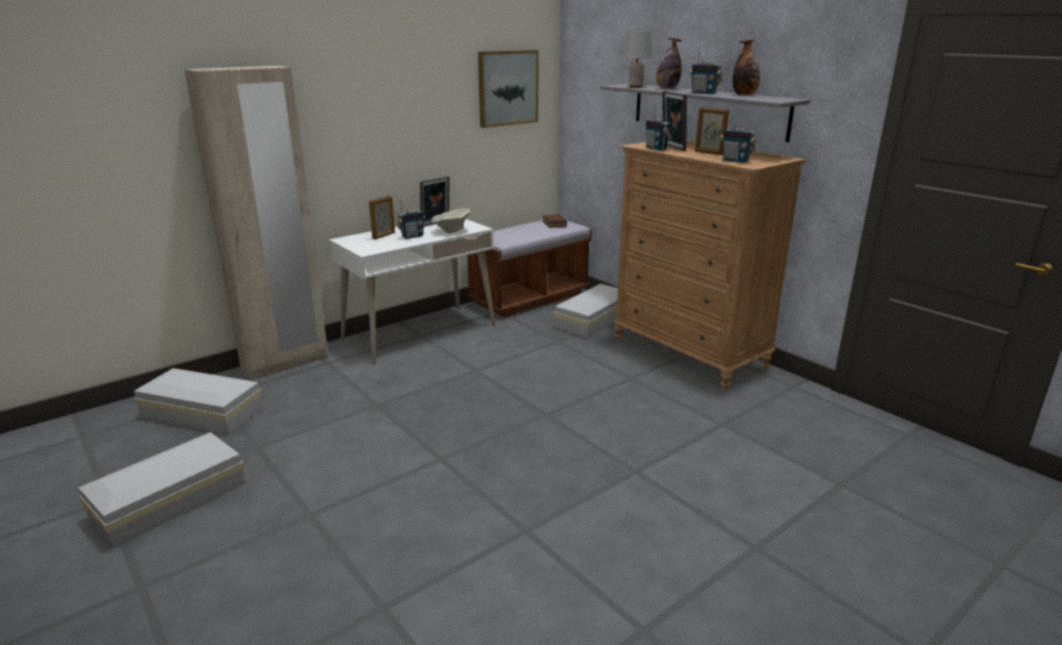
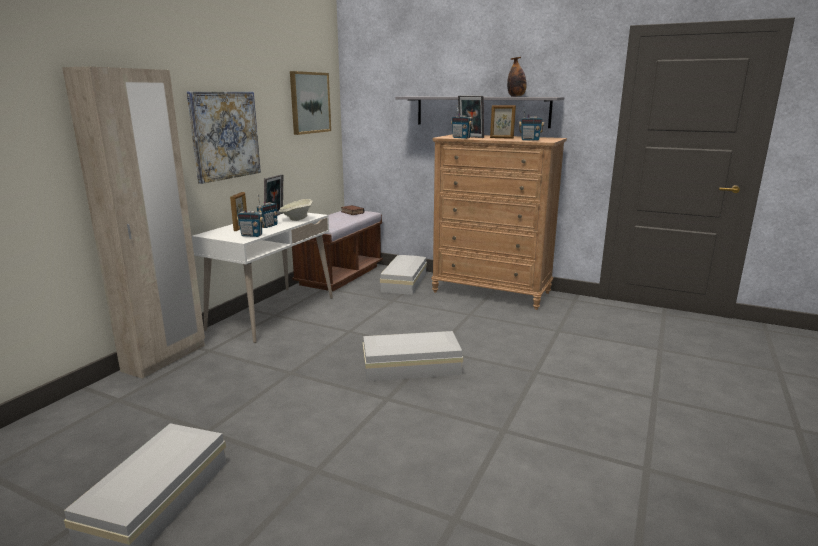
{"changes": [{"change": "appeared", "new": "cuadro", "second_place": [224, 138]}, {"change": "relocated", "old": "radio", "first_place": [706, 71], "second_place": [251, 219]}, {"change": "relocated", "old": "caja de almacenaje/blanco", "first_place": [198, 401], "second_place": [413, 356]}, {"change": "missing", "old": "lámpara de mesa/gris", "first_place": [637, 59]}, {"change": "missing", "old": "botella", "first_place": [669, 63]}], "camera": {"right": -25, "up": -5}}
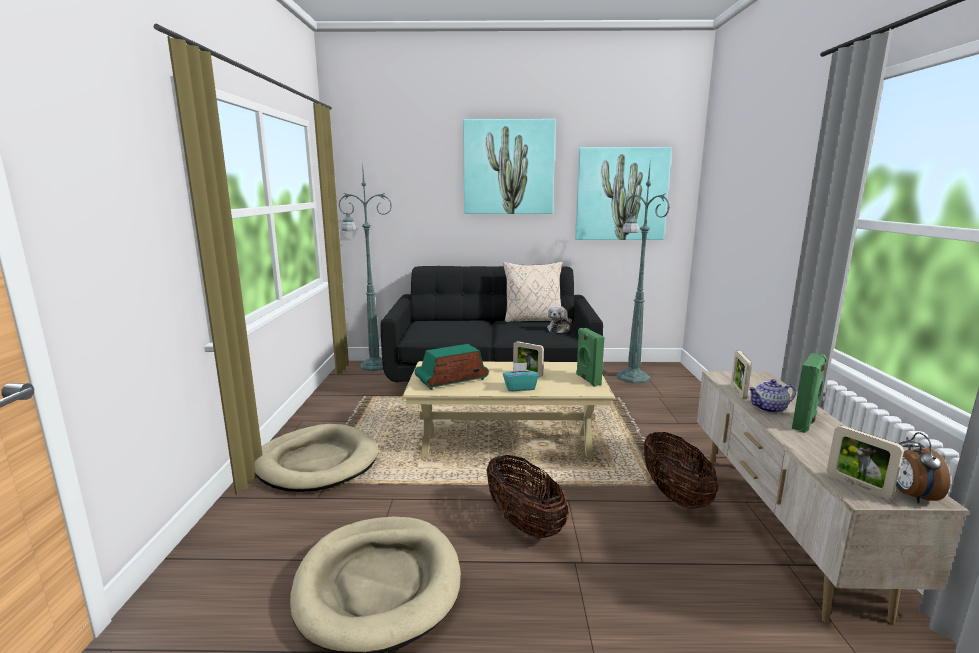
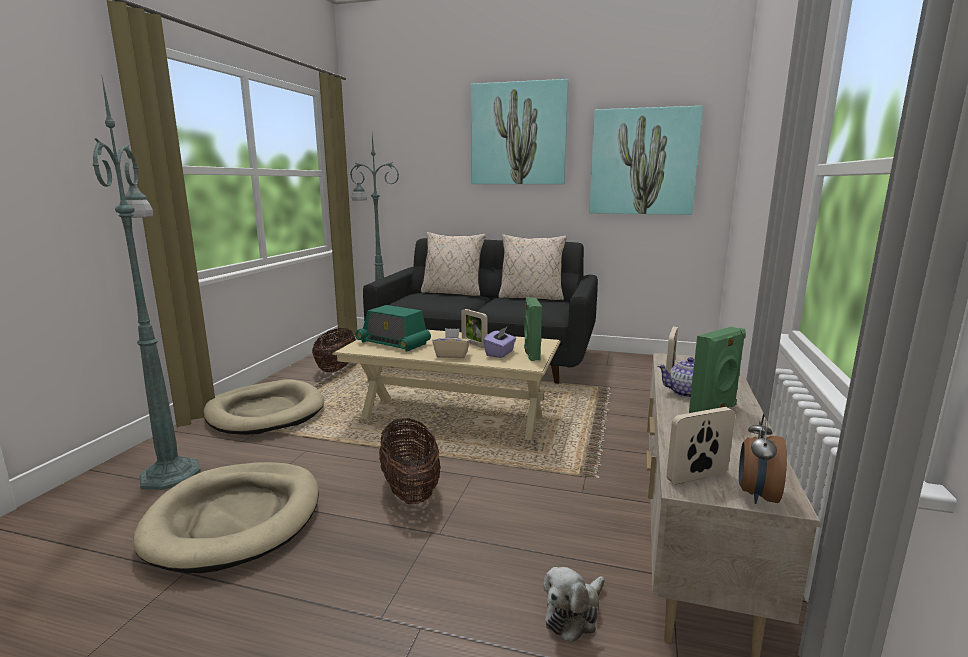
{"changes": [{"change": "relocated", "old": "lámpara de pie/verde", "first_place": [643, 275], "second_place": [147, 281]}, {"change": "relocated", "old": "cesta", "first_place": [681, 470], "second_place": [334, 350]}, {"change": "spun", "old": "radio", "first_place": [452, 367], "second_place": [393, 328], "degrees": -135}, {"change": "appeared", "new": "cojín/beis", "second_place": [453, 264]}, {"change": "colour", "old": "caja de pañuelos/turquesa", "new": "caja de pañuelos/beis", "first_place": [521, 376], "second_place": [451, 343]}, {"change": "appeared", "new": "caja de pañuelos/morado", "second_place": [499, 342]}, {"change": "relocated", "old": "peluche", "first_place": [559, 320], "second_place": [574, 605]}, {"change": "spun", "old": "portarretratos", "first_place": [865, 462], "second_place": [701, 445], "degrees": 90}], "camera": {"right": 15, "up": 0}}
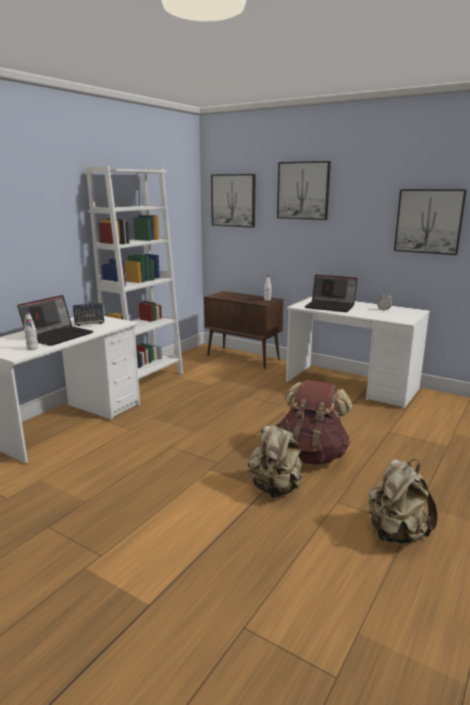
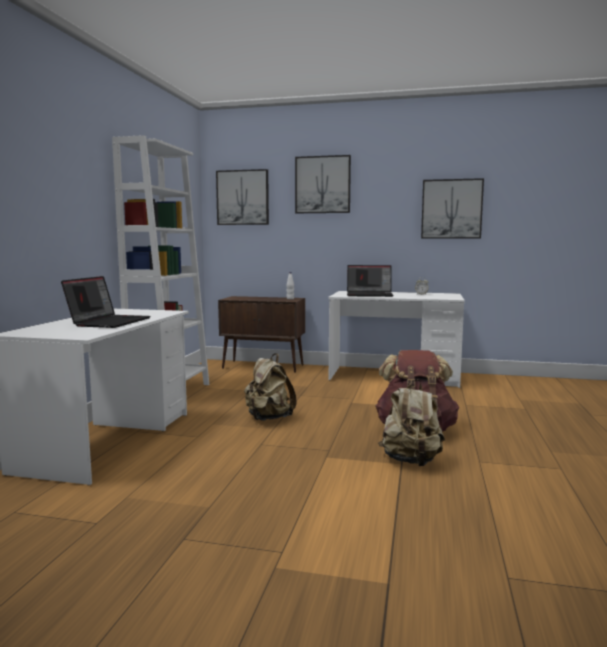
{"changes": [{"change": "relocated", "old": "mochila/beis", "first_place": [402, 501], "second_place": [270, 387]}, {"change": "missing", "old": "botella/blanco", "first_place": [31, 331]}, {"change": "missing", "old": "altavoz", "first_place": [88, 314]}], "camera": {"right": -20, "up": -10}}
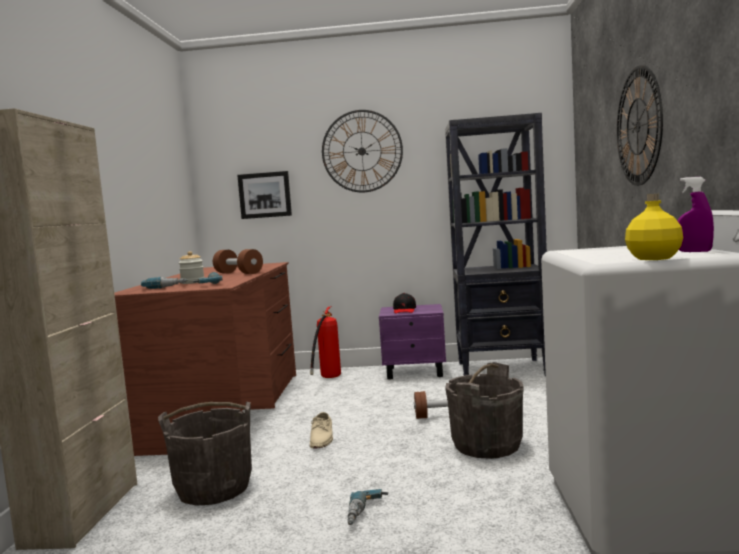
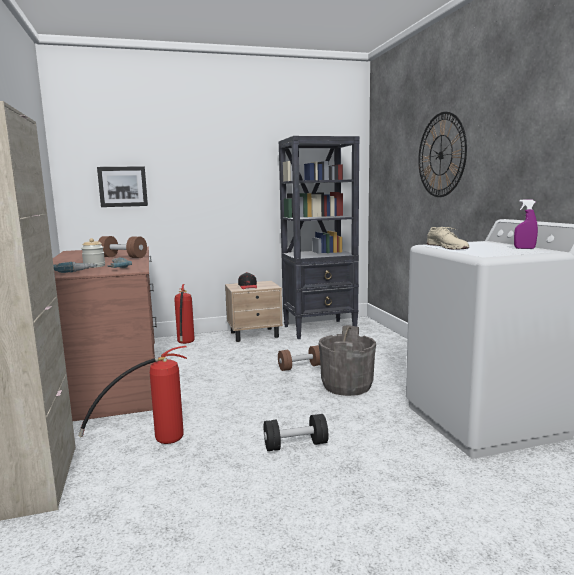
{"changes": [{"change": "exchanged", "old": "cubo/gris", "new": "extintor", "first_place": [205, 454], "second_place": [132, 395]}, {"change": "colour", "old": "mesita de noche/morado", "new": "mesita de noche/beis", "first_place": [412, 342], "second_place": [254, 311]}, {"change": "exchanged", "old": "taladro", "new": "mancuerna/negro", "first_place": [368, 507], "second_place": [296, 432]}, {"change": "relocated", "old": "zapato/beis", "first_place": [321, 430], "second_place": [448, 238]}, {"change": "missing", "old": "reloj de pared", "first_place": [362, 151]}, {"change": "missing", "old": "botella/amarillo", "first_place": [654, 227]}], "camera": {"right": -20, "up": 5}}
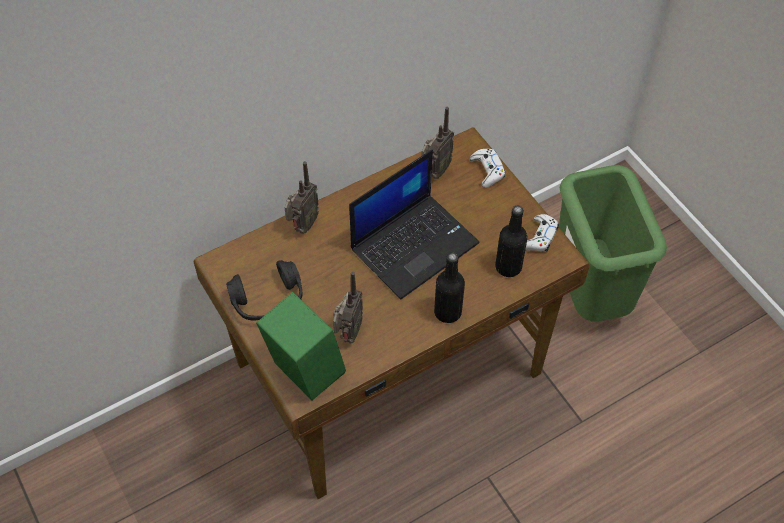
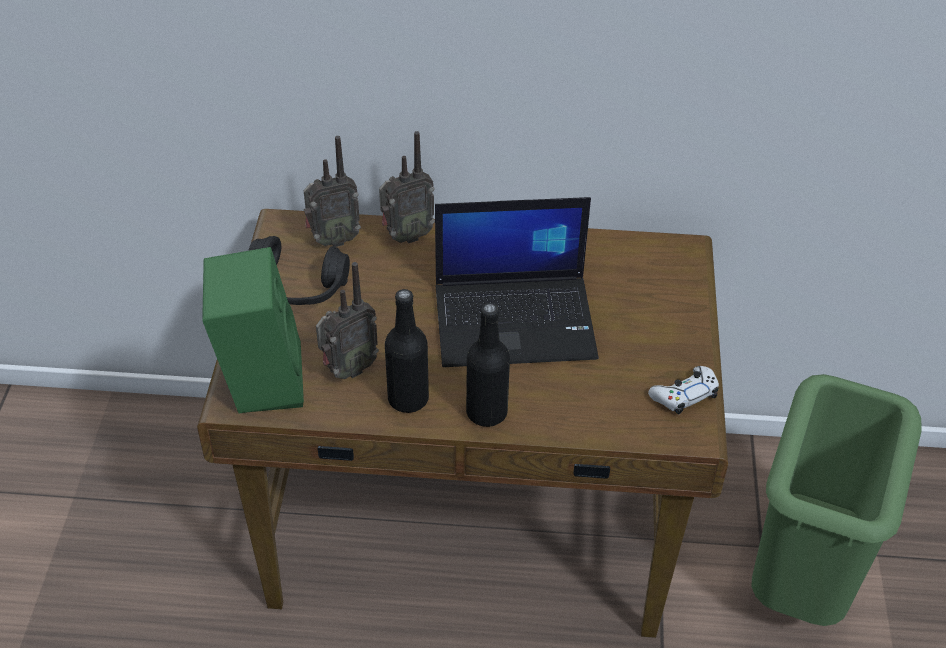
{"changes": [{"change": "relocated", "old": "radio", "first_place": [438, 143], "second_place": [332, 191]}, {"change": "relocated", "old": "botella/negro", "first_place": [511, 241], "second_place": [407, 351]}, {"change": "missing", "old": "mando de consola/blanco", "first_place": [488, 168]}], "camera": {"right": 35, "up": -10}}
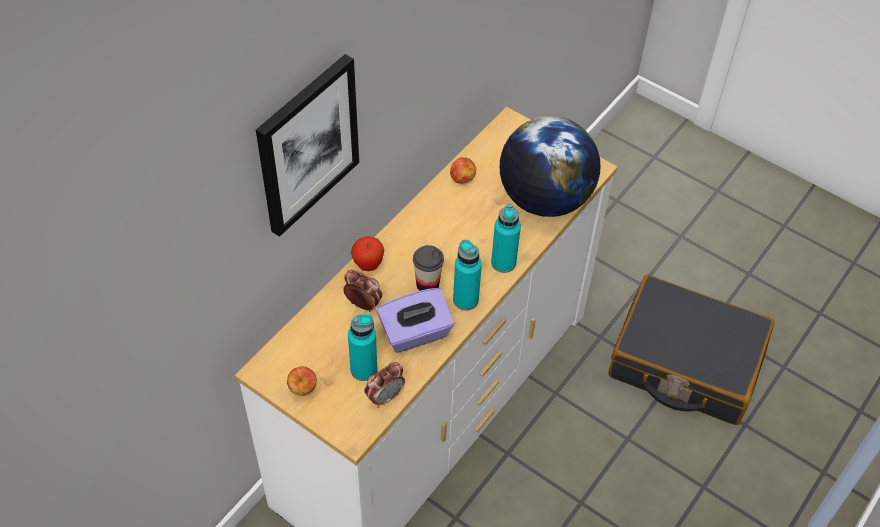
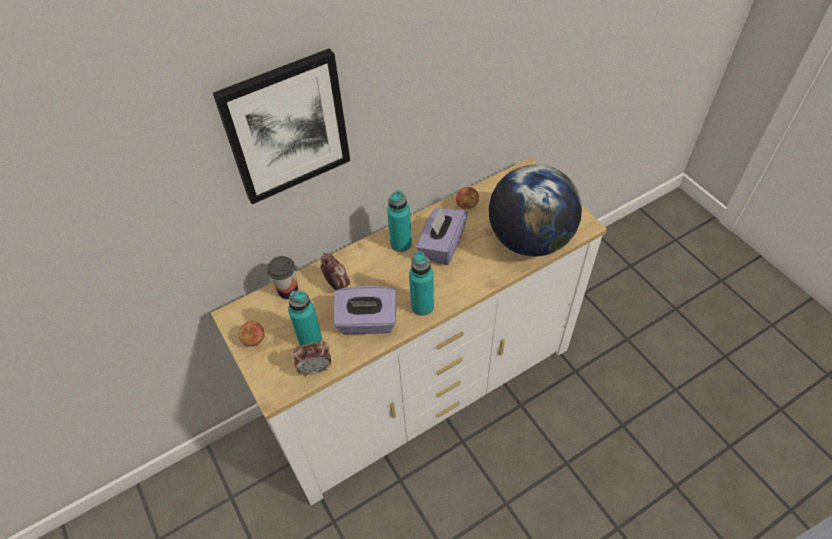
{"changes": [{"change": "relocated", "old": "taza", "first_place": [428, 268], "second_place": [282, 277]}, {"change": "relocated", "old": "botella/turquesa", "first_place": [506, 238], "second_place": [399, 221]}, {"change": "appeared", "new": "caja de pañuelos/morado", "second_place": [442, 236]}, {"change": "missing", "old": "manzana", "first_place": [367, 253]}, {"change": "missing", "old": "maleta/negro", "first_place": [691, 350]}], "camera": {"right": 25, "up": 0}}
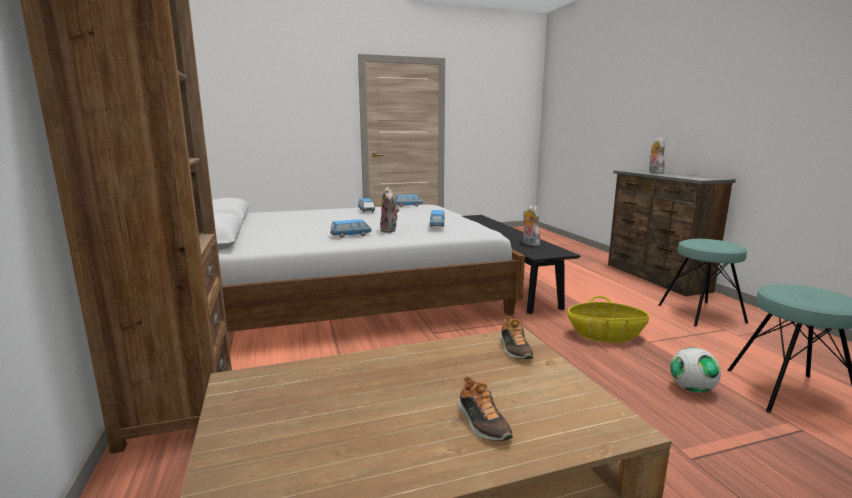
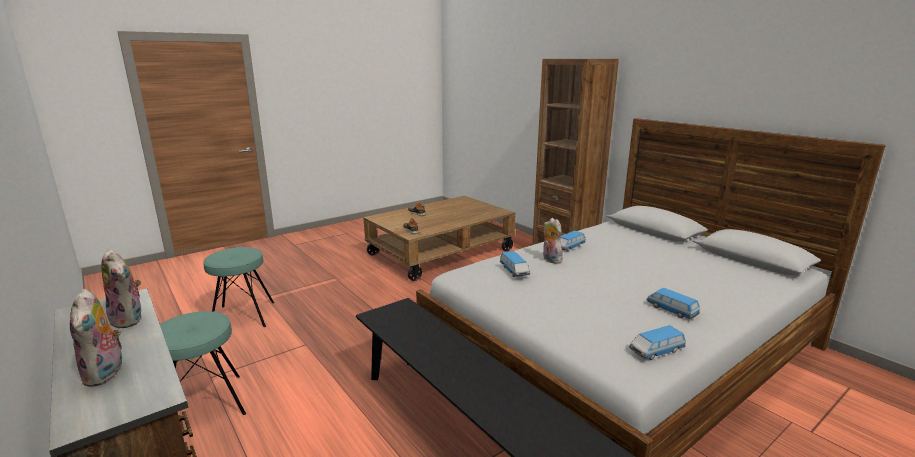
{"changes": [{"change": "relocated", "old": "peluche", "first_place": [531, 225], "second_place": [121, 289]}, {"change": "missing", "old": "cesta", "first_place": [608, 319]}, {"change": "missing", "old": "balón de fútbol", "first_place": [695, 370]}], "camera": {"right": 160, "up": 5}}
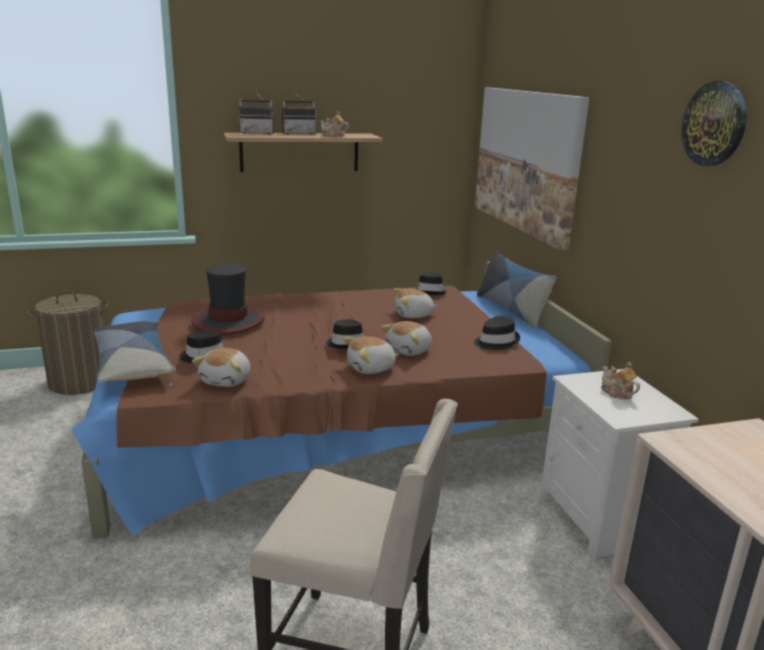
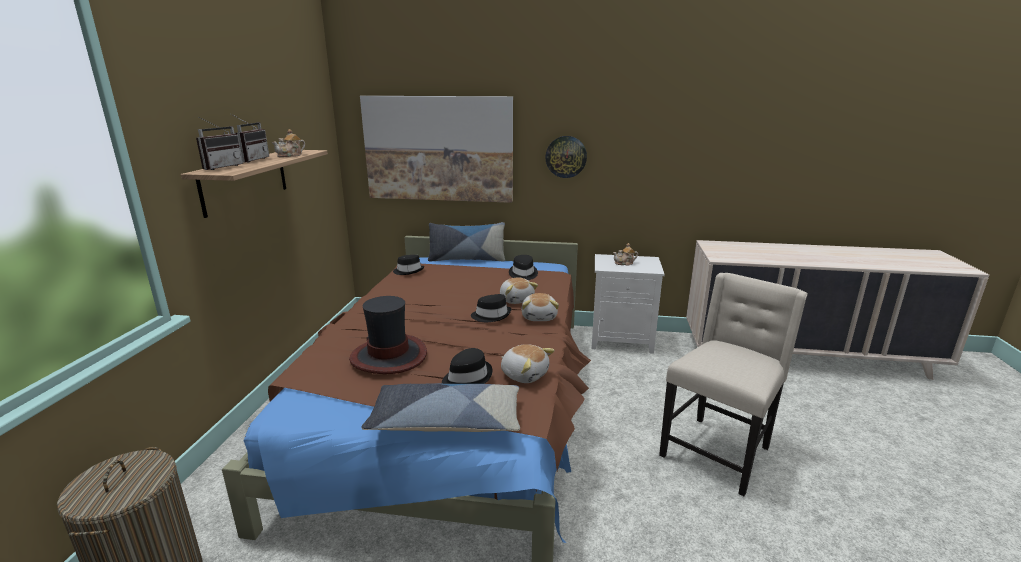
{"changes": [{"change": "relocated", "old": "reloj de pared", "first_place": [714, 123], "second_place": [566, 157]}, {"change": "missing", "old": "peluche", "first_place": [415, 303]}], "camera": {"right": -65, "up": 0}}
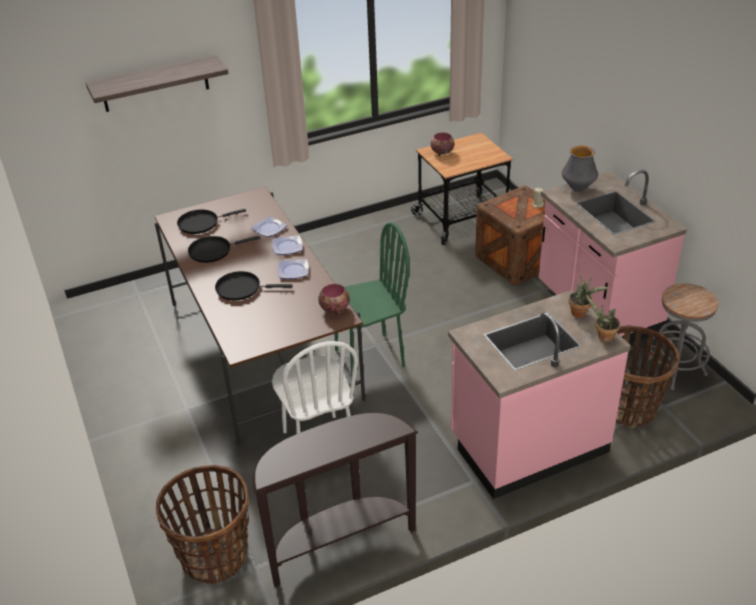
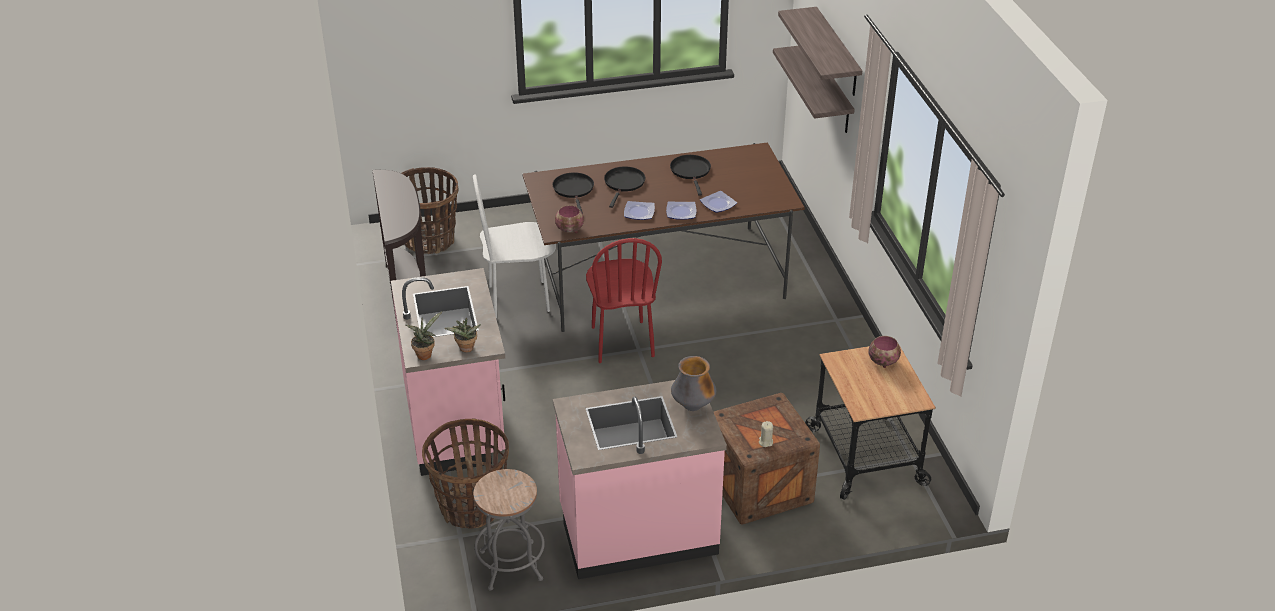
{"changes": [{"change": "relocated", "old": "sartén/negro", "first_place": [211, 221], "second_place": [573, 193]}, {"change": "colour", "old": "silla/verde", "new": "silla/rojo", "first_place": [372, 300], "second_place": [624, 300]}, {"change": "appeared", "new": "estante", "second_place": [814, 89]}], "camera": {"right": 100, "up": 0}}
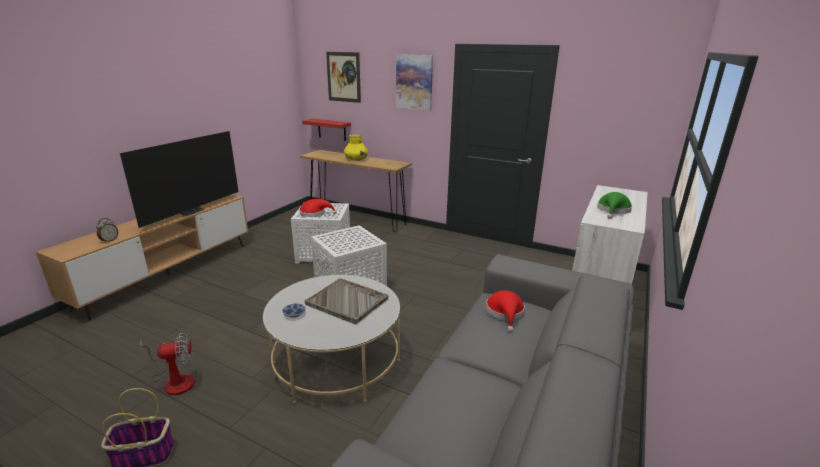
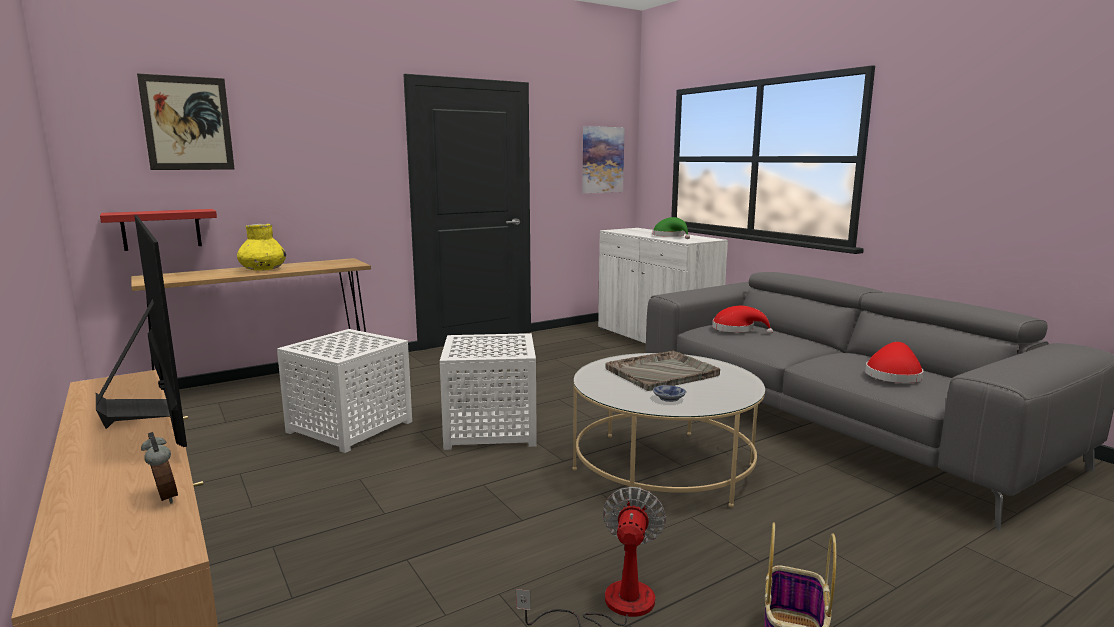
{"changes": [{"change": "relocated", "old": "cuadro", "first_place": [414, 82], "second_place": [604, 159]}, {"change": "relocated", "old": "sombrero/rojo", "first_place": [318, 208], "second_place": [894, 362]}], "camera": {"right": -60, "up": -10}}
